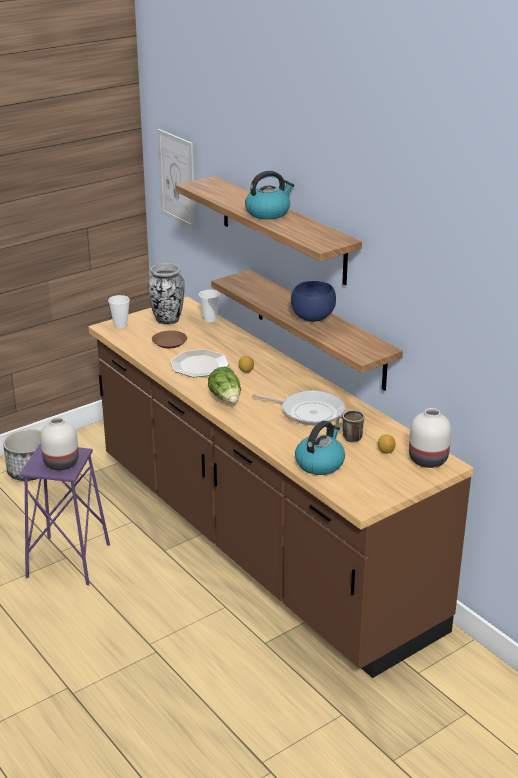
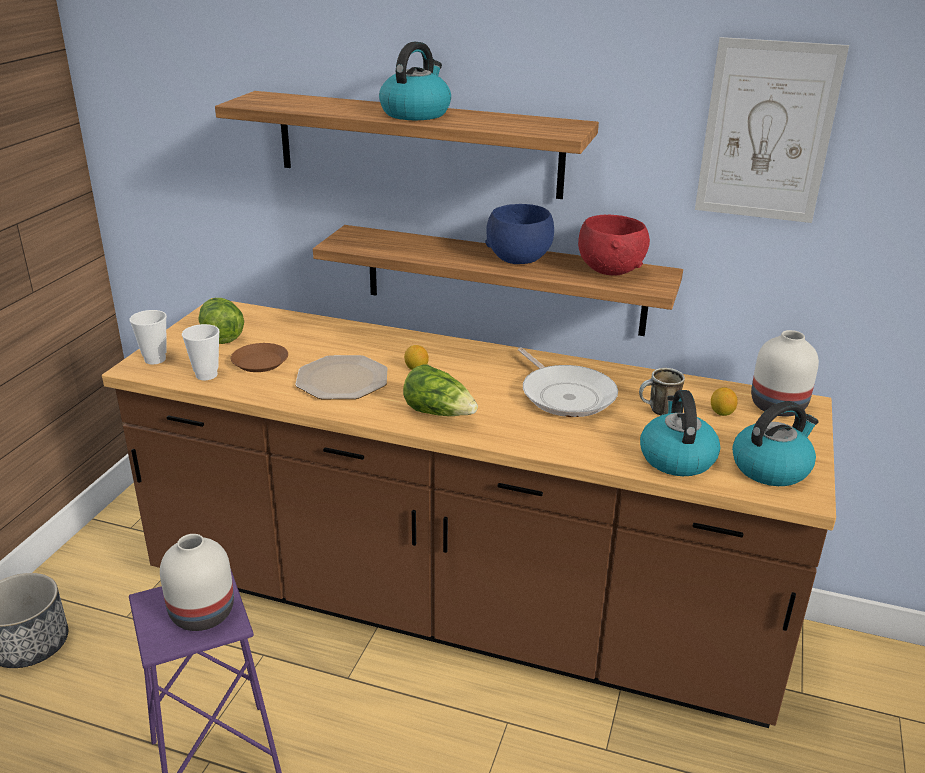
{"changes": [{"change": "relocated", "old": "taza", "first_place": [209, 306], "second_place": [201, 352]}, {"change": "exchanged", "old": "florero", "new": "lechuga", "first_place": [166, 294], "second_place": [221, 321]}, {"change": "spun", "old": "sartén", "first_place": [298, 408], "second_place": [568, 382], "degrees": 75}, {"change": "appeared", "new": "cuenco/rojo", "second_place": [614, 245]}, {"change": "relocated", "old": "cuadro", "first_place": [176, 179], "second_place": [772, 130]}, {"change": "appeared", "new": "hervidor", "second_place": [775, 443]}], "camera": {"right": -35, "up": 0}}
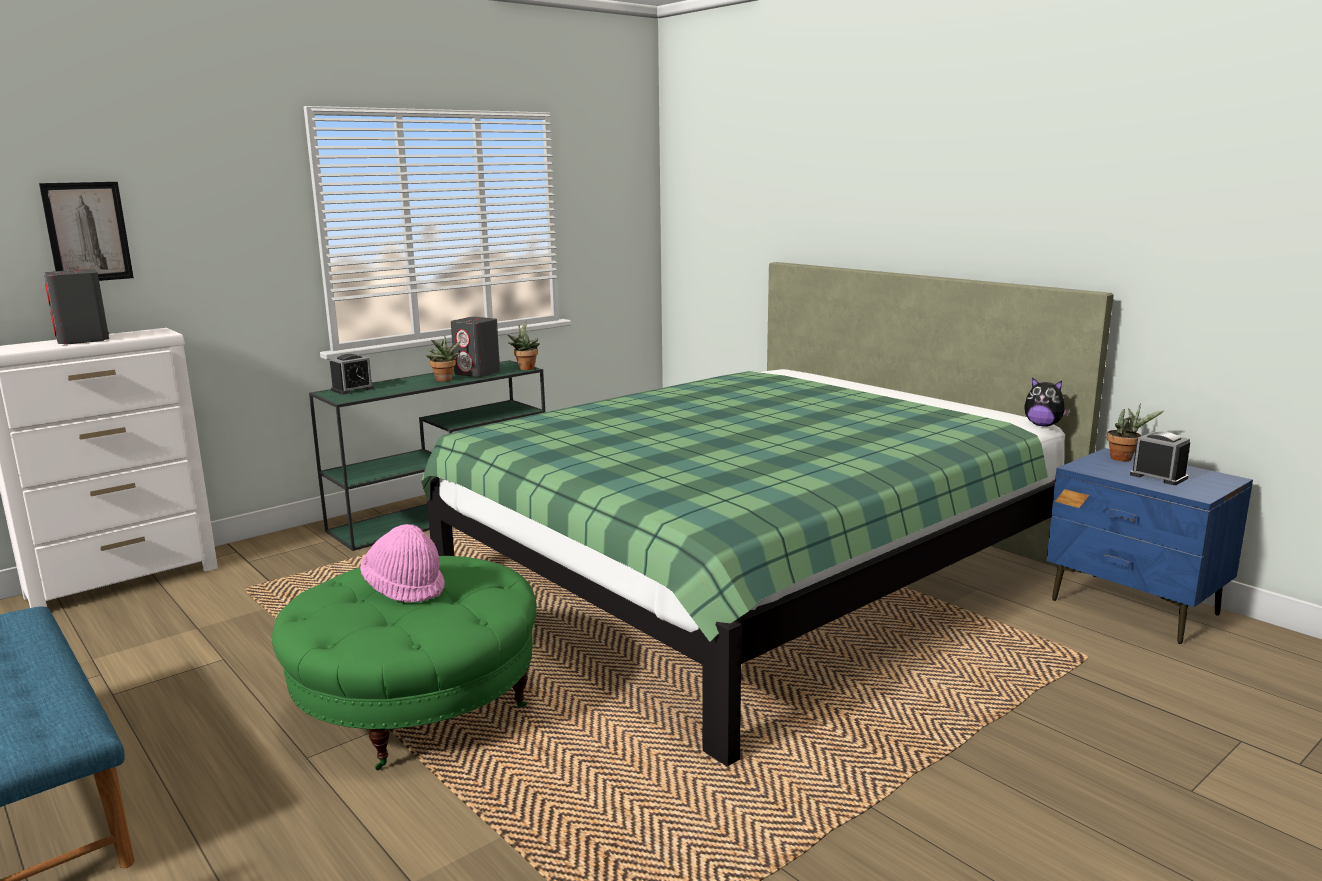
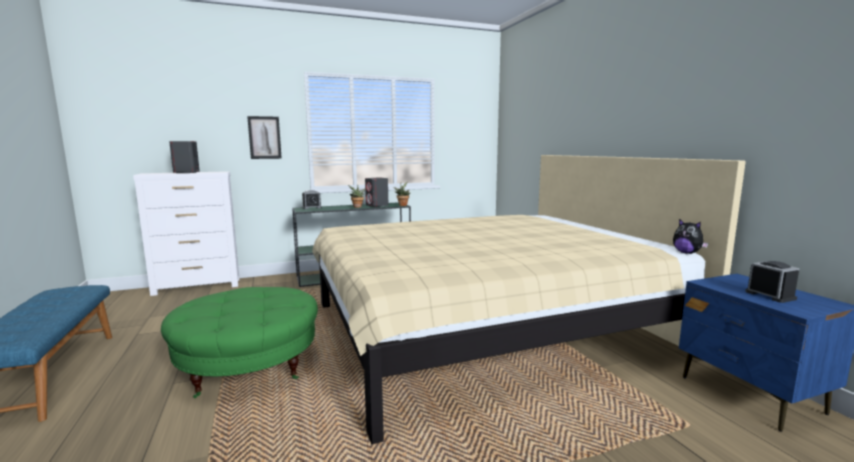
{"changes": [{"change": "relocated", "old": "cuadro", "first_place": [86, 231], "second_place": [264, 137]}, {"change": "colour", "old": "cama/verde", "new": "cama/beis", "first_place": [767, 514], "second_place": [529, 299]}, {"change": "missing", "old": "sombrero/rosa", "first_place": [402, 563]}, {"change": "missing", "old": "planta en maceta", "first_place": [1135, 432]}], "camera": {"right": 20, "up": -5}}
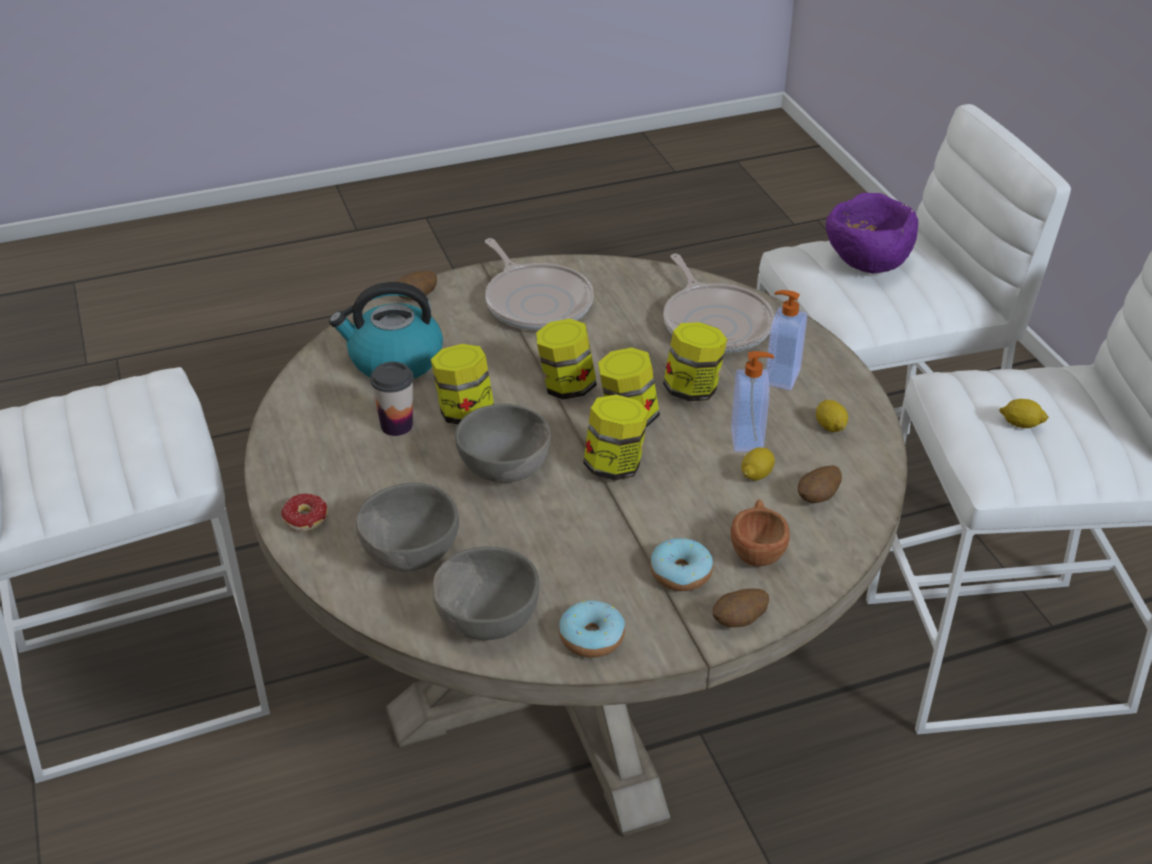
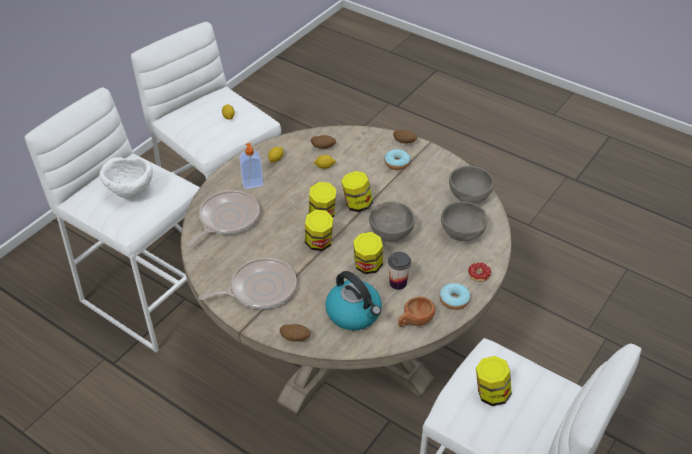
{"changes": [{"change": "colour", "old": "cuenco/morado", "new": "cuenco/blanco", "first_place": [872, 233], "second_place": [126, 177]}, {"change": "spun", "old": "sartén", "first_place": [539, 284], "second_place": [248, 283], "degrees": 45}, {"change": "relocated", "old": "taza/marrón", "first_place": [760, 532], "second_place": [416, 311]}, {"change": "relocated", "old": "rosquilla", "first_place": [592, 629], "second_place": [454, 296]}, {"change": "relocated", "old": "tarro", "first_place": [695, 362], "second_place": [494, 381]}, {"change": "missing", "old": "dispensador de jabón", "first_place": [752, 401]}], "camera": {"right": -125, "up": 5}}
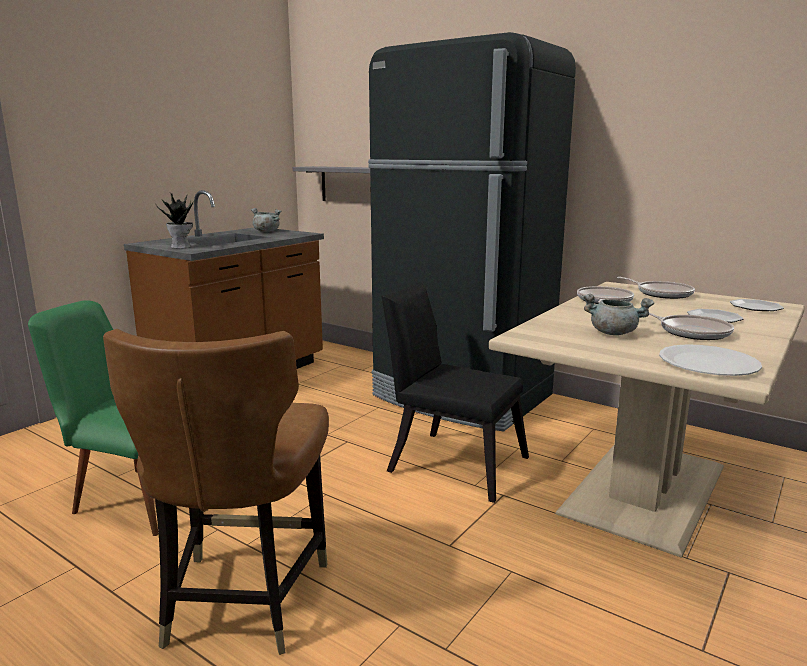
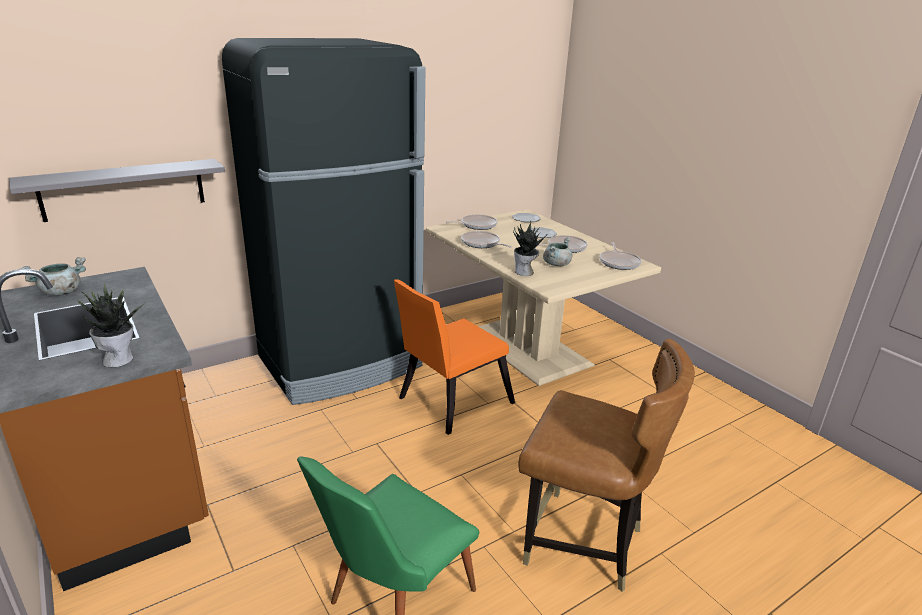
{"changes": [{"change": "colour", "old": "silla/negro", "new": "silla/naranja", "first_place": [455, 392], "second_place": [454, 357]}, {"change": "appeared", "new": "planta en maceta", "second_place": [530, 248]}, {"change": "exchanged", "old": "plato/blanco", "new": "sartén", "first_place": [710, 360], "second_place": [620, 256]}], "camera": {"right": -70, "up": 10}}
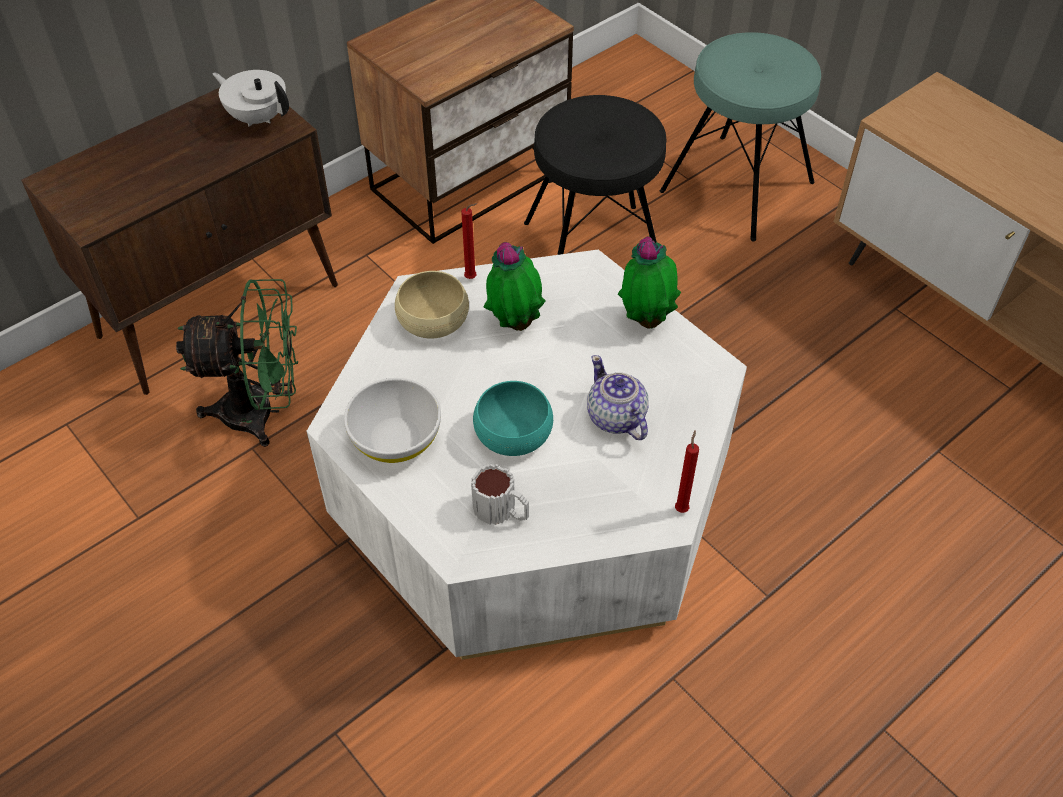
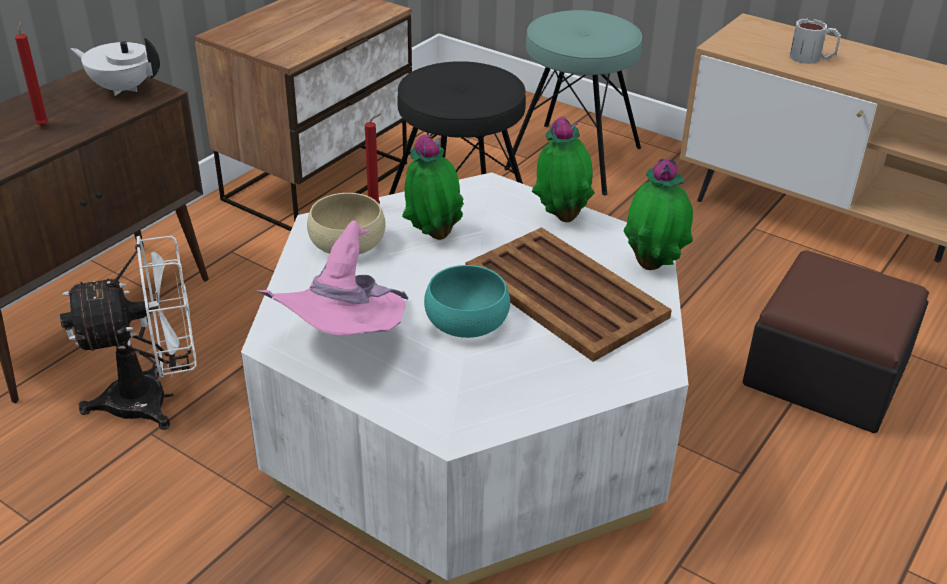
{"changes": [{"change": "relocated", "old": "vela/rojo", "first_place": [687, 471], "second_place": [31, 73]}, {"change": "colour", "old": "ventilador/verde", "new": "ventilador/blanco", "first_place": [237, 363], "second_place": [128, 333]}, {"change": "exchanged", "old": "cuenco/blanco", "new": "sombrero/rosa", "first_place": [392, 420], "second_place": [332, 277]}, {"change": "exchanged", "old": "tetera", "new": "bandeja/marrón", "first_place": [618, 397], "second_place": [569, 294]}, {"change": "appeared", "new": "planta en maceta", "second_place": [658, 214]}, {"change": "appeared", "new": "puf", "second_place": [836, 341]}, {"change": "relocated", "old": "taza grande", "first_place": [500, 494], "second_place": [815, 41]}], "camera": {"right": -15, "up": -15}}
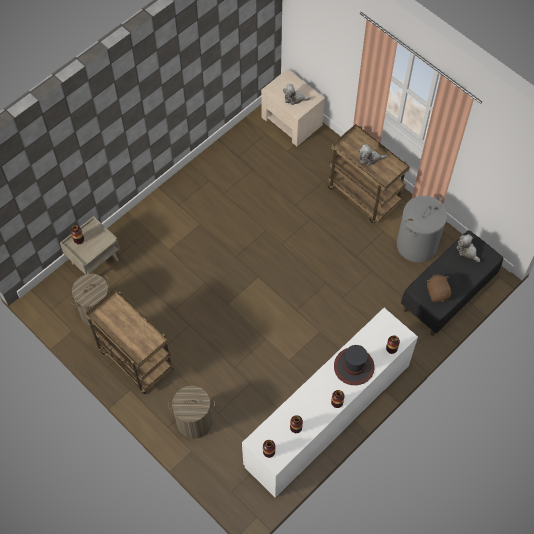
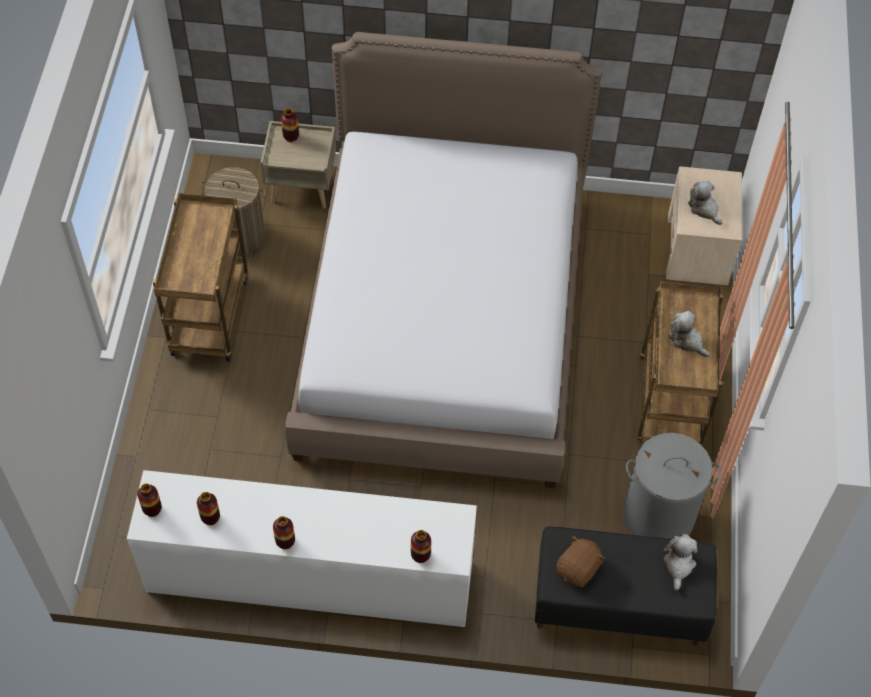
{"changes": [{"change": "appeared", "new": "cama", "second_place": [443, 260]}, {"change": "missing", "old": "cesto de la ropa", "first_place": [191, 412]}, {"change": "missing", "old": "sombrero", "first_place": [354, 365]}], "camera": {"right": 50, "up": -5}}
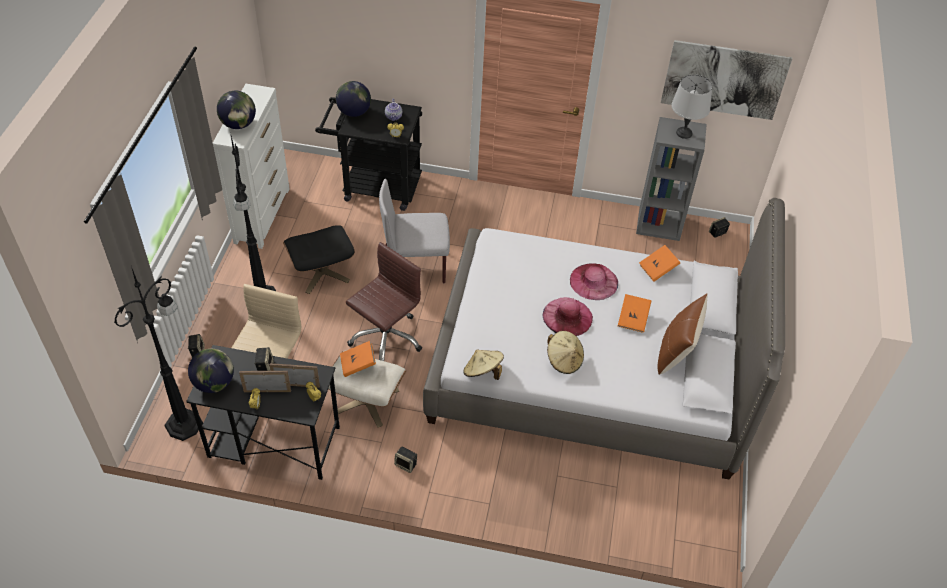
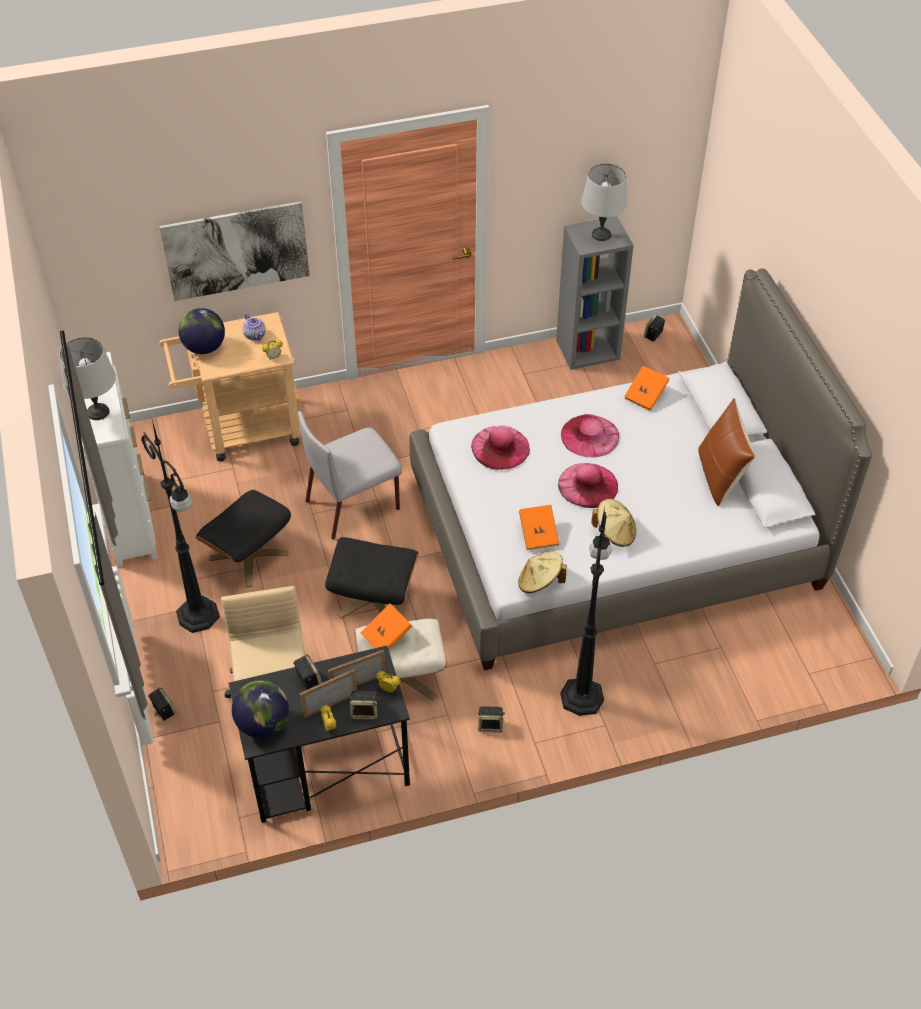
{"changes": [{"change": "exchanged", "old": "globo terráqueo", "new": "lámpara de mesa/gris", "first_place": [236, 110], "second_place": [88, 378]}, {"change": "relocated", "old": "cuadro", "first_place": [726, 80], "second_place": [234, 251]}, {"change": "colour", "old": "carrito/negro", "new": "carrito/beis", "first_place": [368, 154], "second_place": [230, 386]}, {"change": "exchanged", "old": "silla de oficina/marrón", "new": "puf/negro", "first_place": [384, 301], "second_place": [372, 577]}, {"change": "appeared", "new": "altavoz", "second_place": [364, 705]}, {"change": "appeared", "new": "sombrero/rosa", "second_place": [500, 448]}, {"change": "relocated", "old": "libro/naranja", "first_place": [634, 313], "second_place": [539, 527]}, {"change": "relocated", "old": "lámpara de pie/negro", "first_place": [158, 353], "second_place": [586, 611]}], "camera": {"right": -25, "up": 0}}
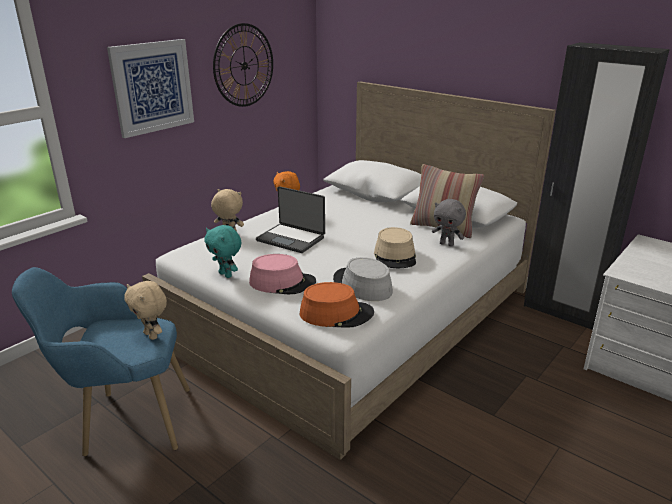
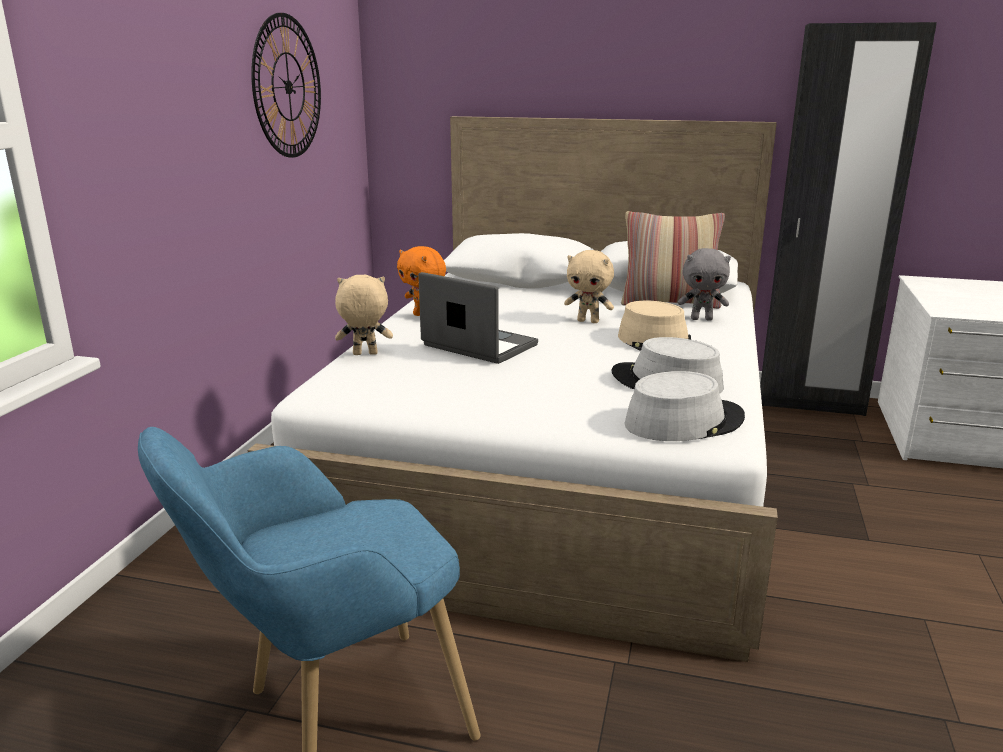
{"changes": [{"change": "spun", "old": "portátil", "first_place": [290, 219], "second_place": [478, 318], "degrees": -150}, {"change": "relocated", "old": "peluche/beis", "first_place": [145, 310], "second_place": [589, 286]}, {"change": "colour", "old": "sombrero/naranja", "new": "sombrero/gris", "first_place": [337, 305], "second_place": [684, 406]}, {"change": "missing", "old": "cuadro", "first_place": [150, 88]}, {"change": "missing", "old": "peluche/turquesa", "first_place": [223, 251]}, {"change": "missing", "old": "sombrero/rosa", "first_place": [282, 274]}], "camera": {"right": -25, "up": -5}}
